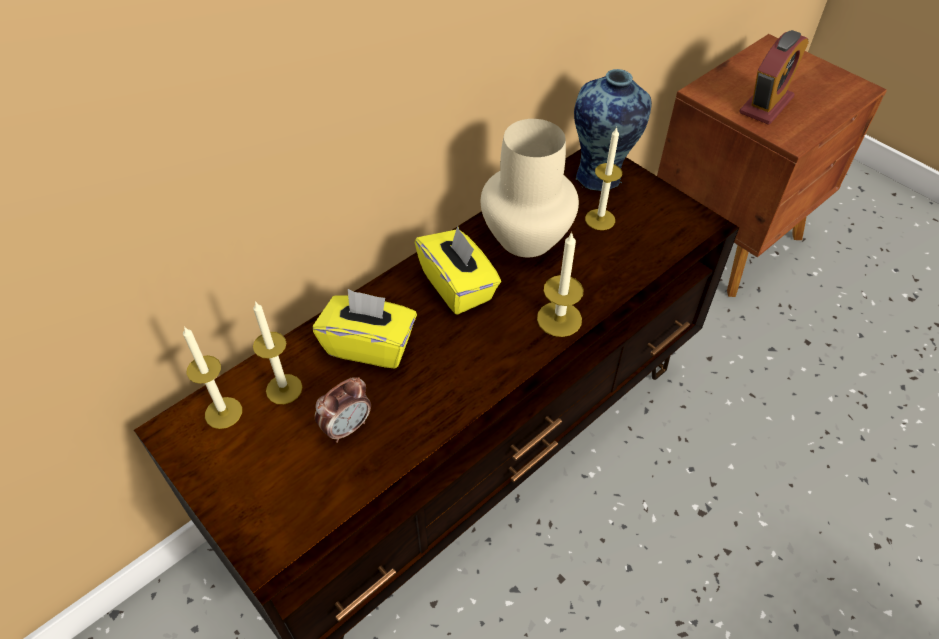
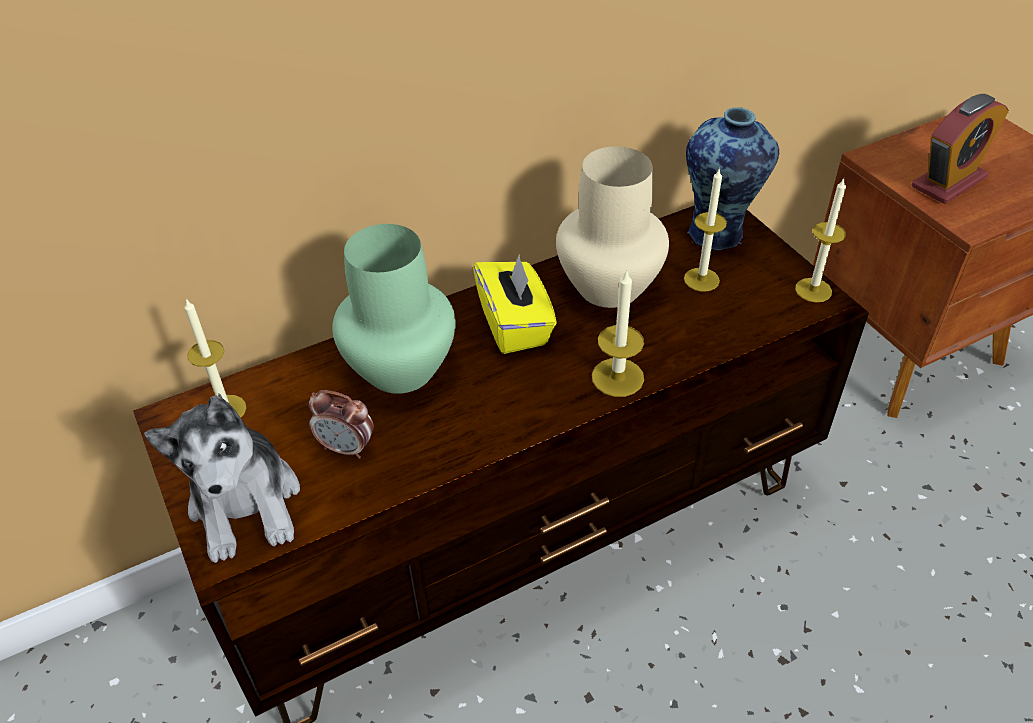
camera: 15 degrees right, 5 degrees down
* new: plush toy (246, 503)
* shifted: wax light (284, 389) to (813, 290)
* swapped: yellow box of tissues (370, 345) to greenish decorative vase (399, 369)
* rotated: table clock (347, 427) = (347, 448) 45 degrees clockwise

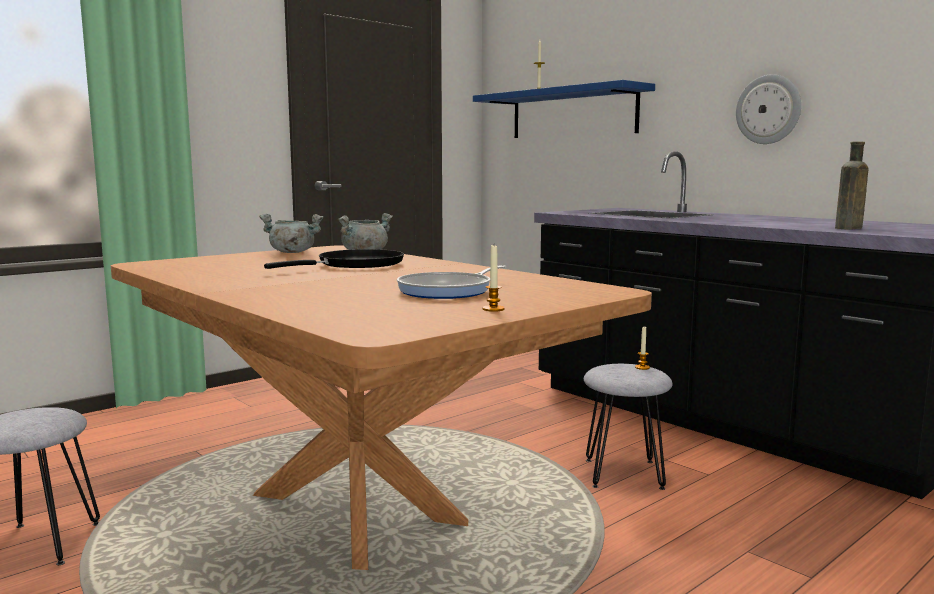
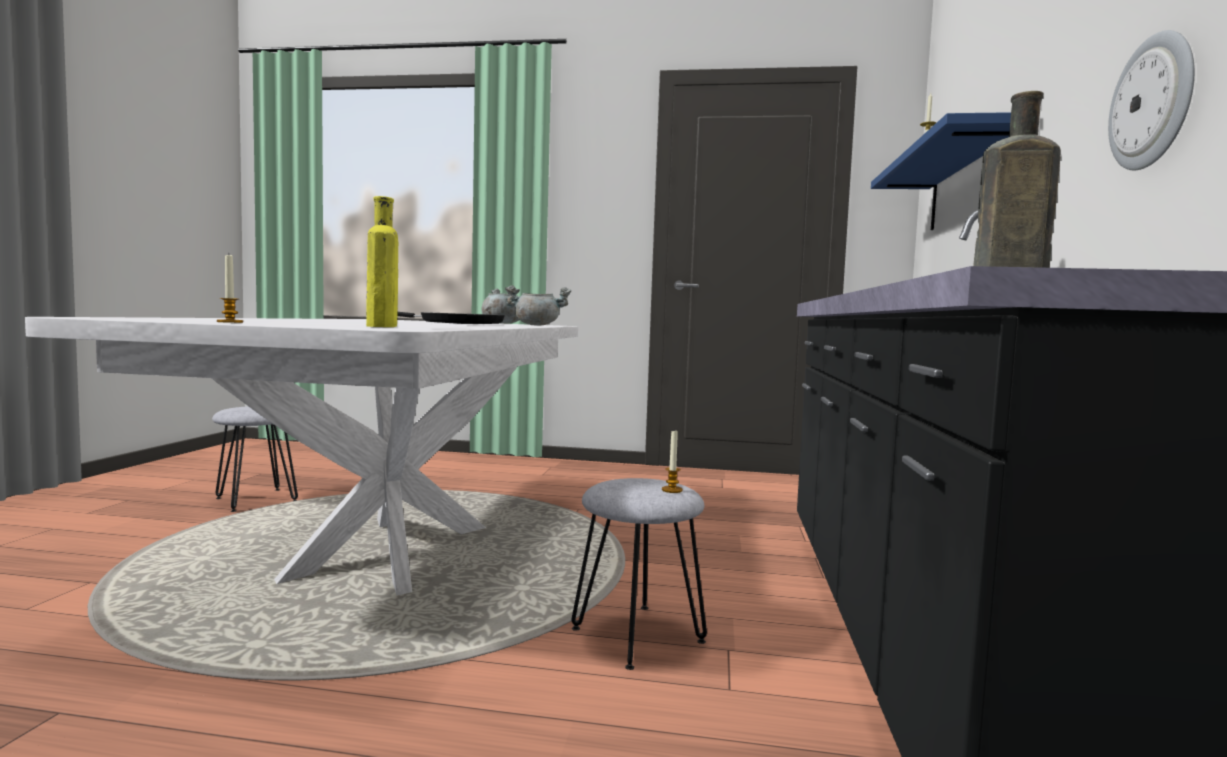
camera: 50 degrees right, 5 degrees down
* gone: pan (449, 291)
* new: yellow bottle (382, 326)
* repainted: brown dining table (356, 510) to whitish dining table (390, 552)

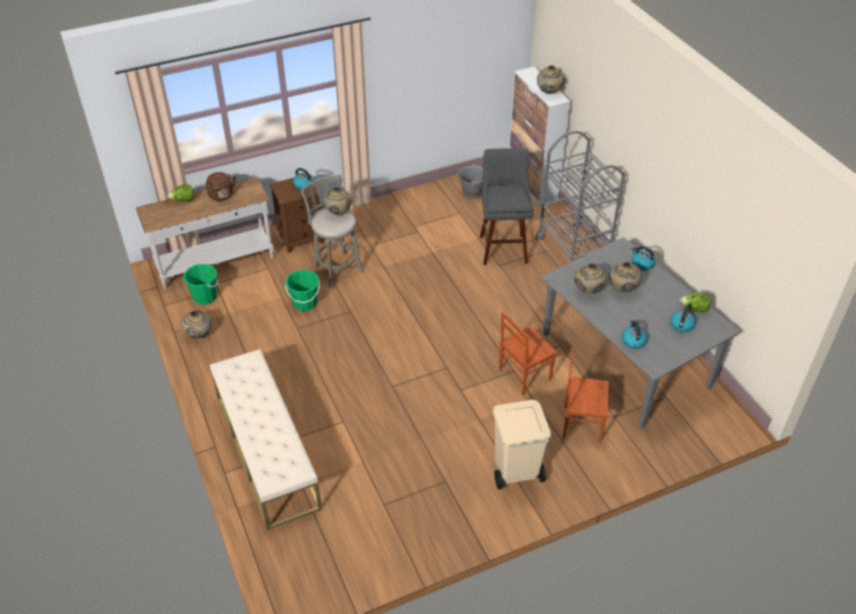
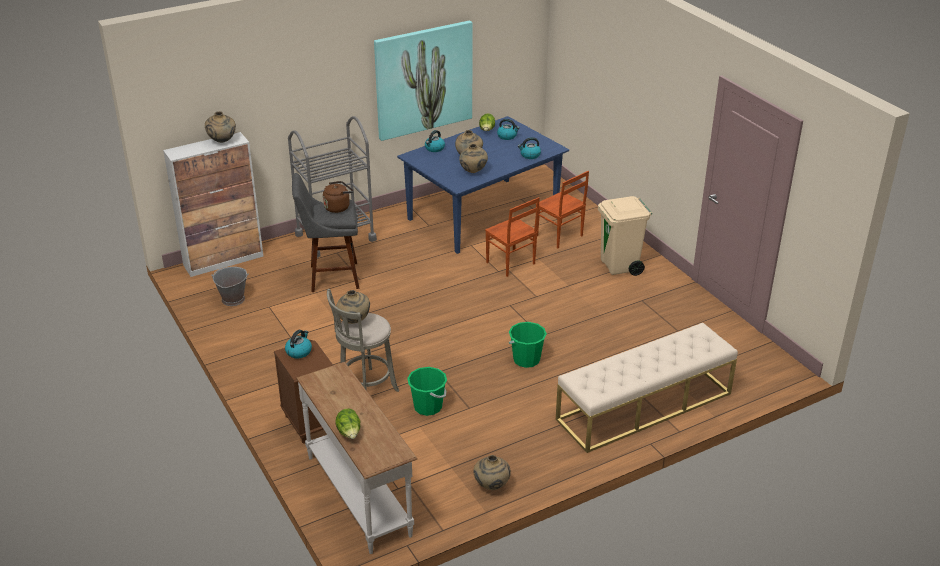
camera: 95 degrees left, 10 degrees down
* new: wall picture (423, 79)
* shifted: greenish bucket (205, 297) to (526, 359)
* shifted: brown water kettle (222, 196) to (338, 207)
* repainted: gray dining table (624, 360) to blue-coloured dining table (483, 215)
* rotated: brown chair (581, 423) = (559, 236) 45 degrees counterclockwise

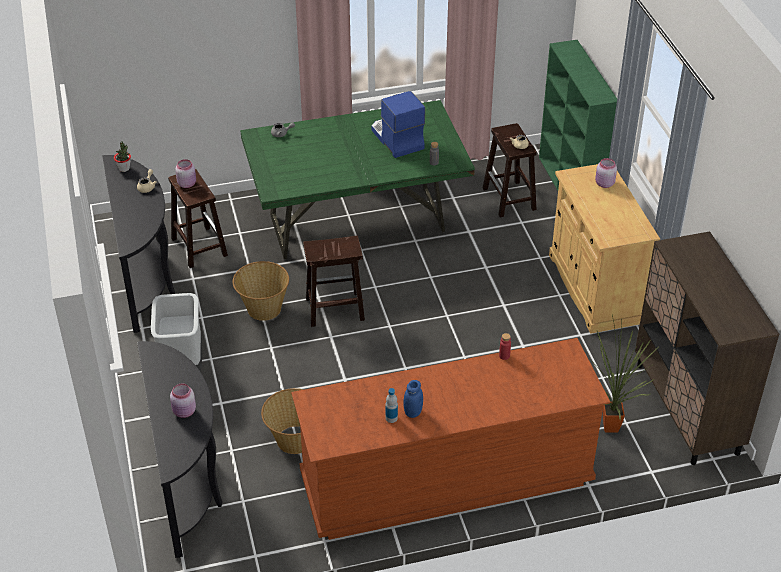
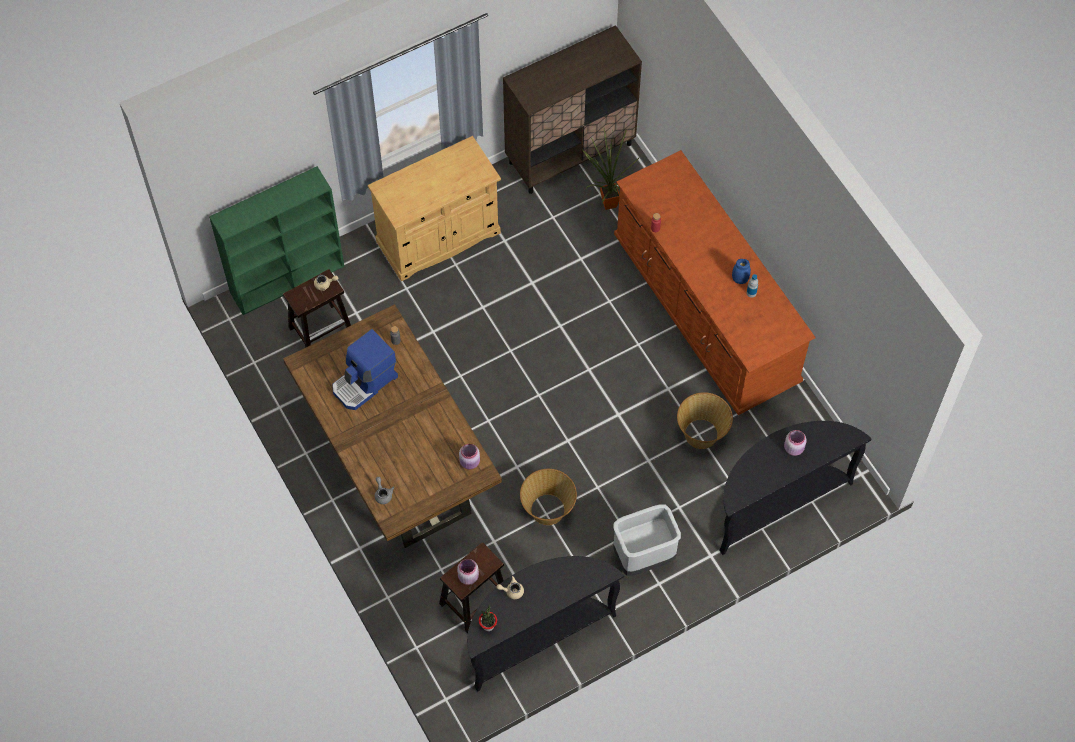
camera: 105 degrees left, 20 degrees up
* gone: brown sitting stool (334, 309)
* shifted: pinkish preserve jar (604, 184) to (470, 462)
* repainted: greenish dining table (358, 223) to brown dining table (396, 460)

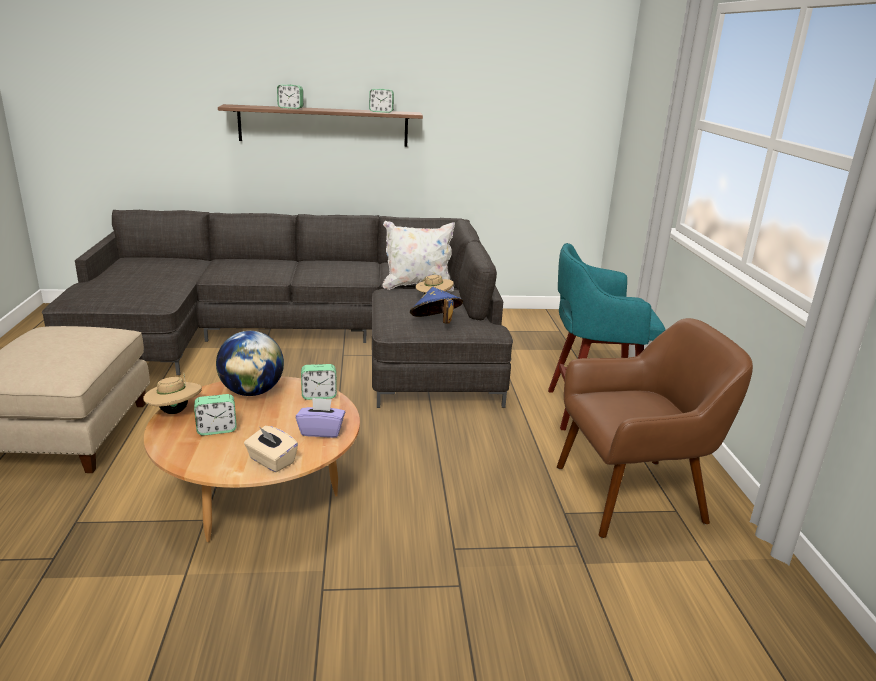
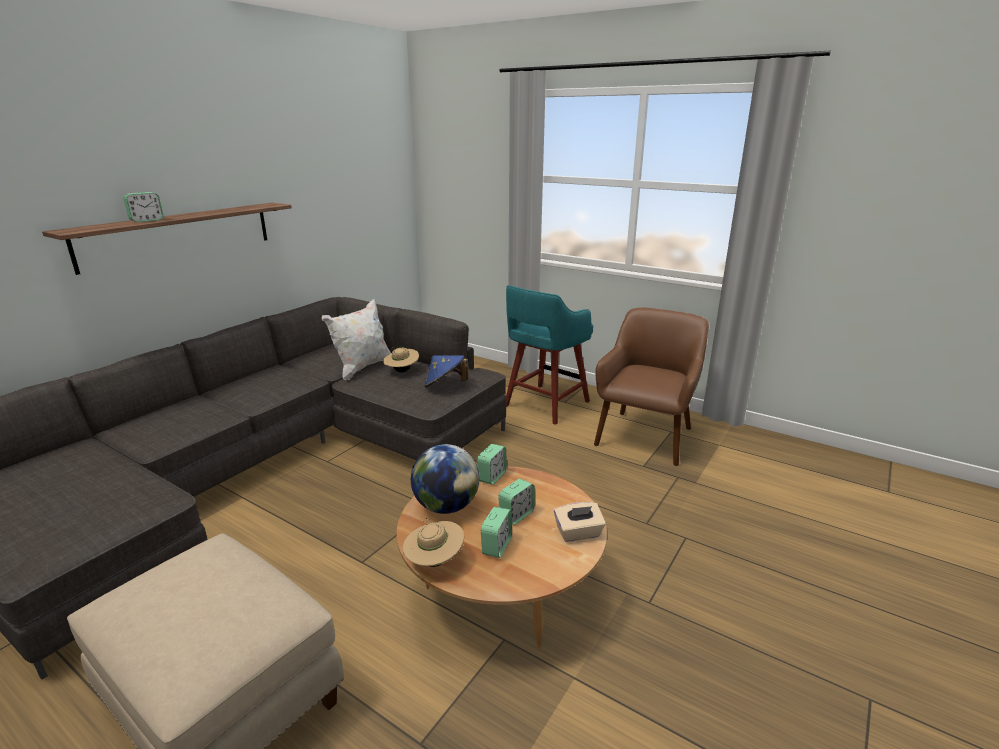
camera: 50 degrees left, 0 degrees up
* gone: purplish box of tissues (321, 431)
* shifted: table clock (381, 112) to (516, 515)

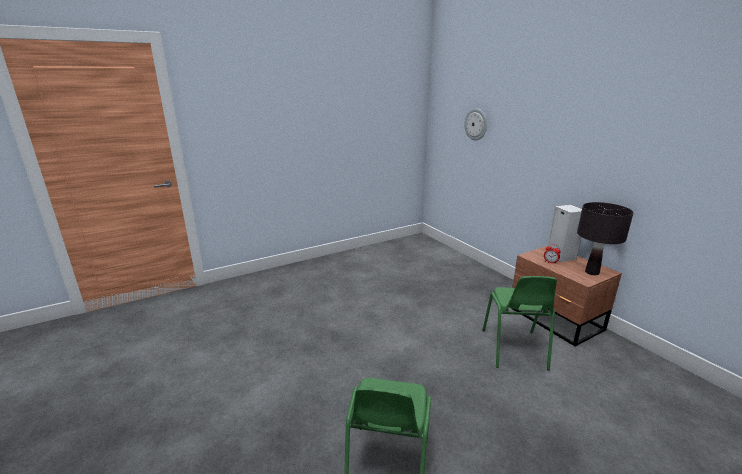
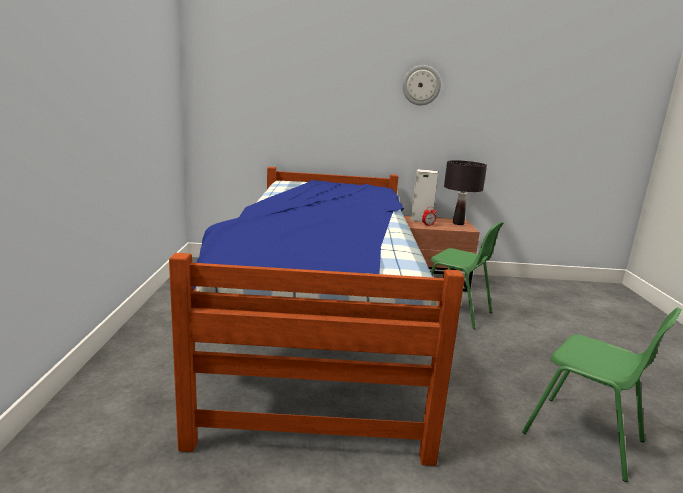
camera: 60 degrees left, 5 degrees down
* new: sleeping bed (319, 328)
* shifted: clock on the wall (476, 124) to (421, 85)

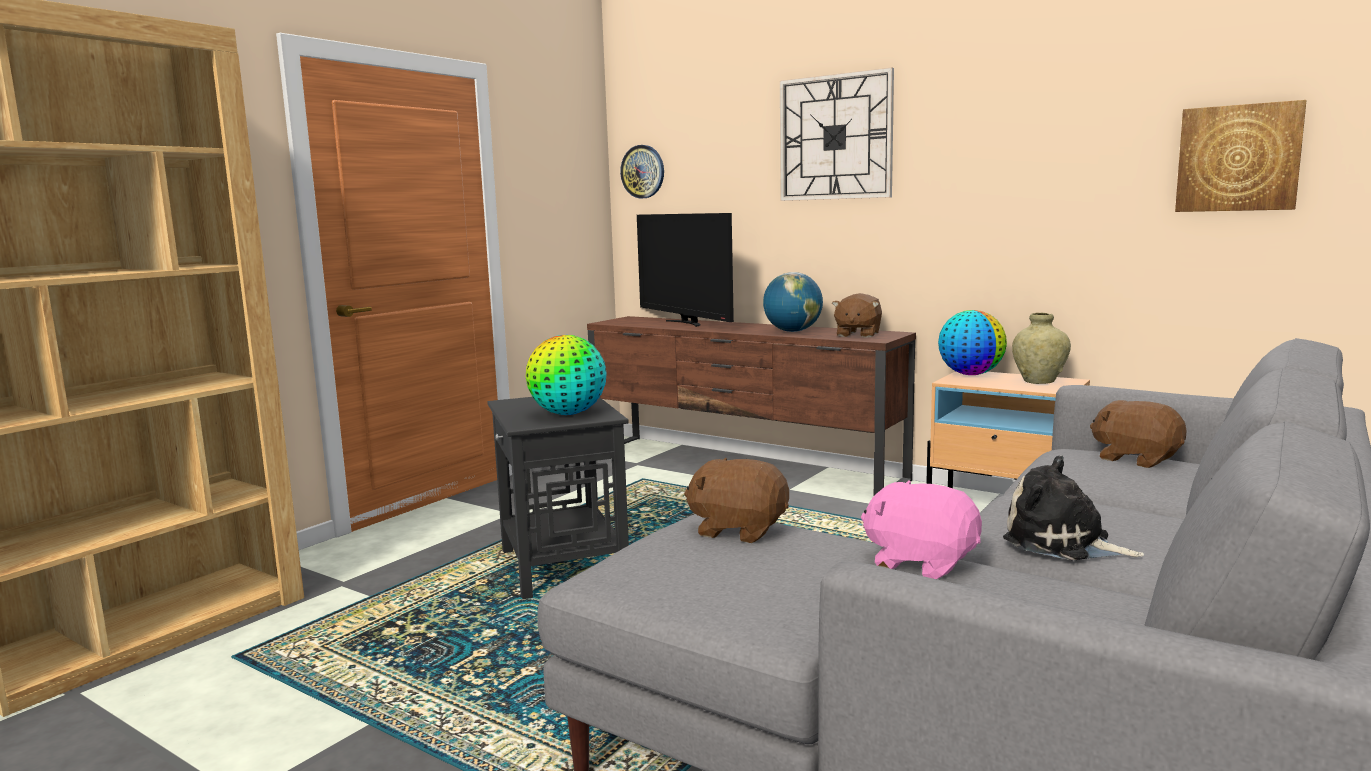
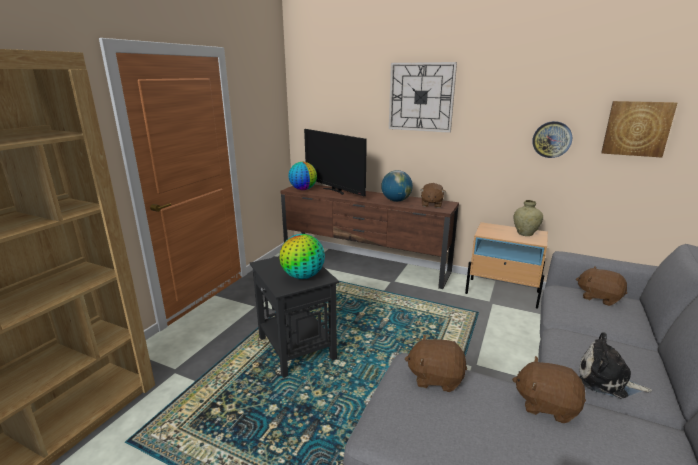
camera: 10 degrees left, 10 degrees up
* shifted: clock on the wall (643, 171) to (552, 139)
* shifted: globe (970, 374) to (303, 189)
* repainted: pinkish plush toy (921, 562) to brown plush toy (546, 405)

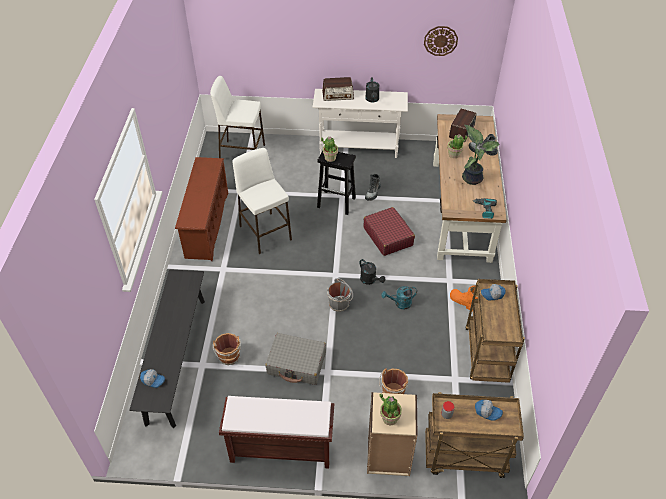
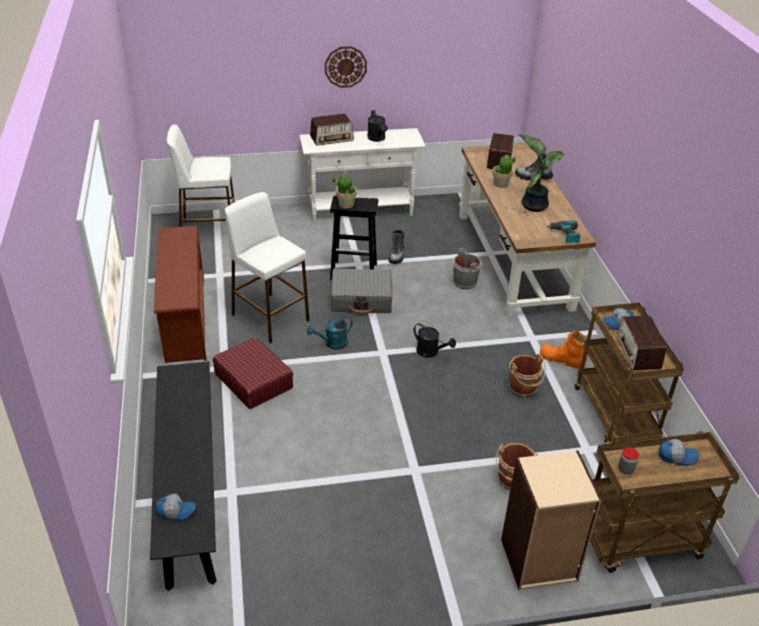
camera: 15 degrees left, 10 degrees down
* gone: brown long seat (280, 449)
* gone: potted plant (389, 418)
* new: radio (638, 352)
* shifted: brown bucket (229, 357) to (523, 389)
* shifted: gray suitcase (296, 364) to (361, 299)
* shifted: gray bucket (340, 303) to (466, 282)
* shifted: red-coloured suitcase (388, 236) to (253, 381)
* shifted: turquoise-coloured sprinkling can (400, 303) to (332, 344)
* shifted: clock on the wall (440, 40) to (345, 66)

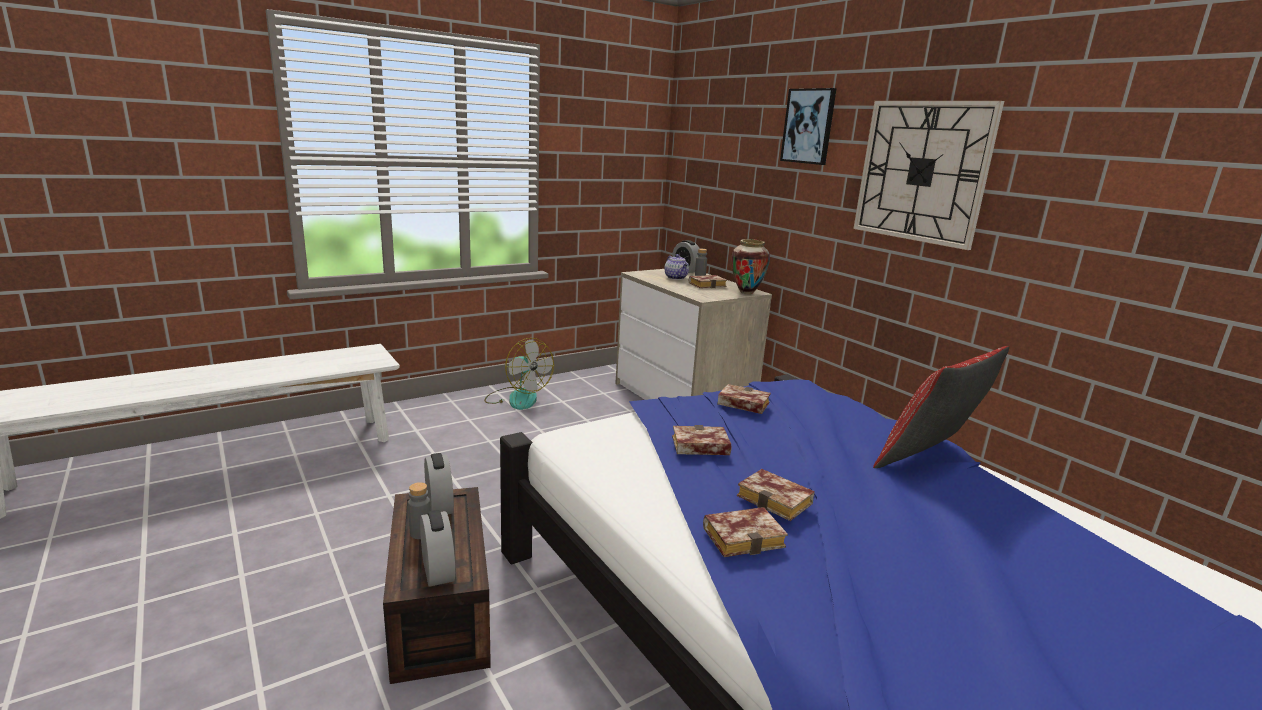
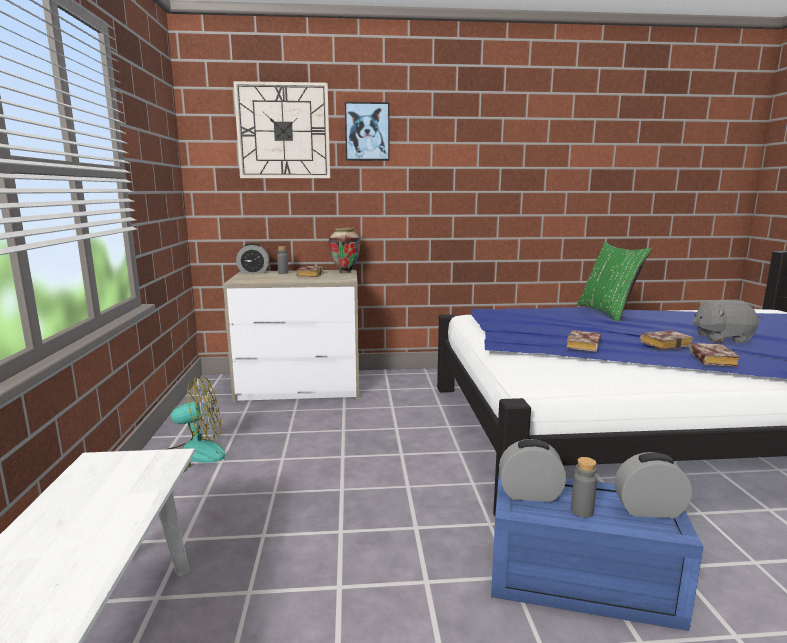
camera: 60 degrees left, 5 degrees down
* gone: pot for tea (676, 278)
* gone: volume (741, 404)
* new: gray plush toy (721, 338)
* shifted: clock on the wall (922, 172) to (283, 131)
* repainted: brown storage box (437, 608) to blue-coloured storage box (578, 581)
* repainted: red-coloured pillow (929, 460) to greenish pillow (607, 313)

